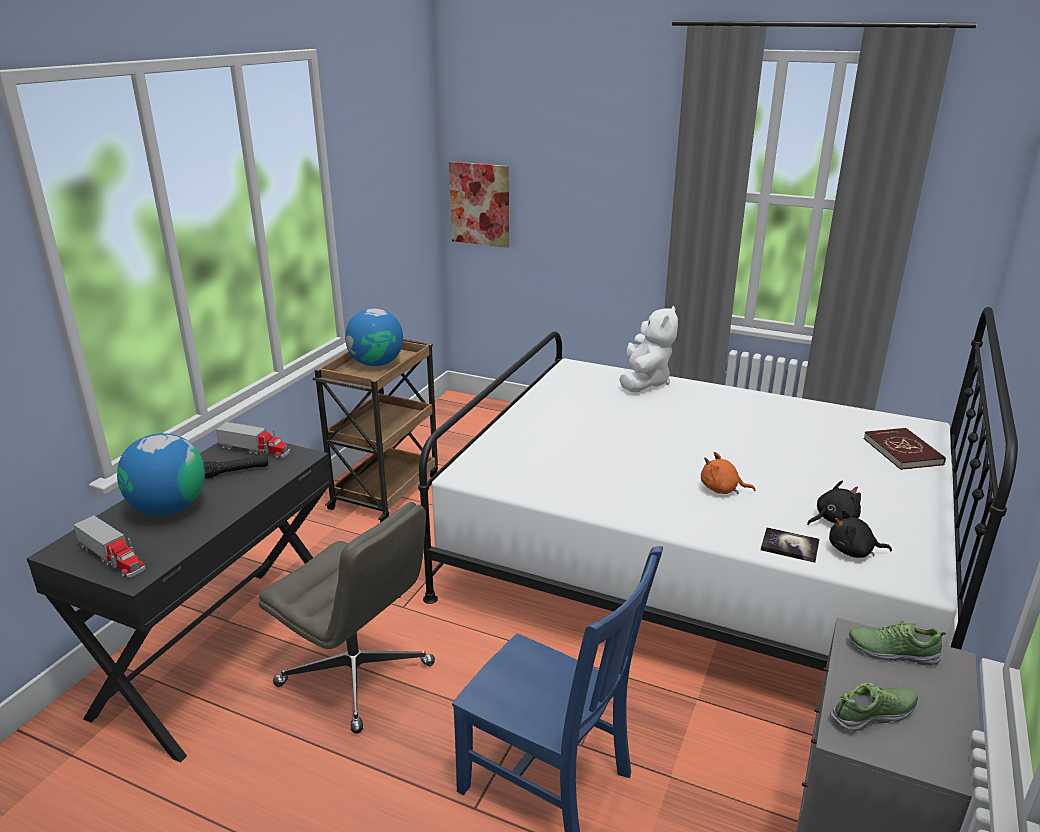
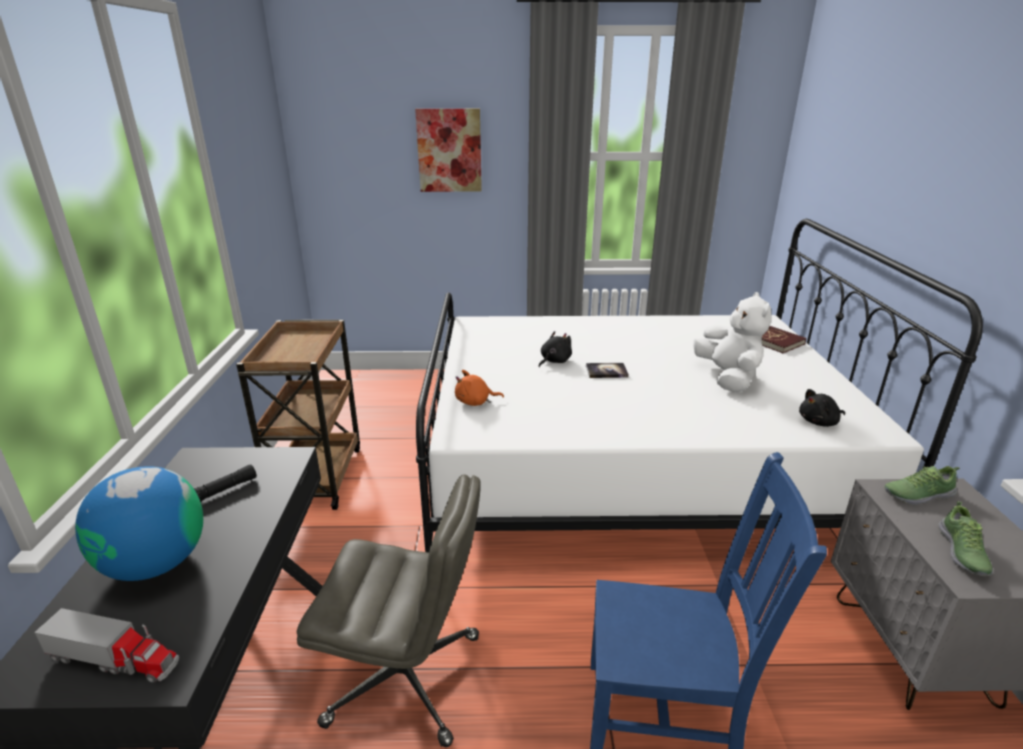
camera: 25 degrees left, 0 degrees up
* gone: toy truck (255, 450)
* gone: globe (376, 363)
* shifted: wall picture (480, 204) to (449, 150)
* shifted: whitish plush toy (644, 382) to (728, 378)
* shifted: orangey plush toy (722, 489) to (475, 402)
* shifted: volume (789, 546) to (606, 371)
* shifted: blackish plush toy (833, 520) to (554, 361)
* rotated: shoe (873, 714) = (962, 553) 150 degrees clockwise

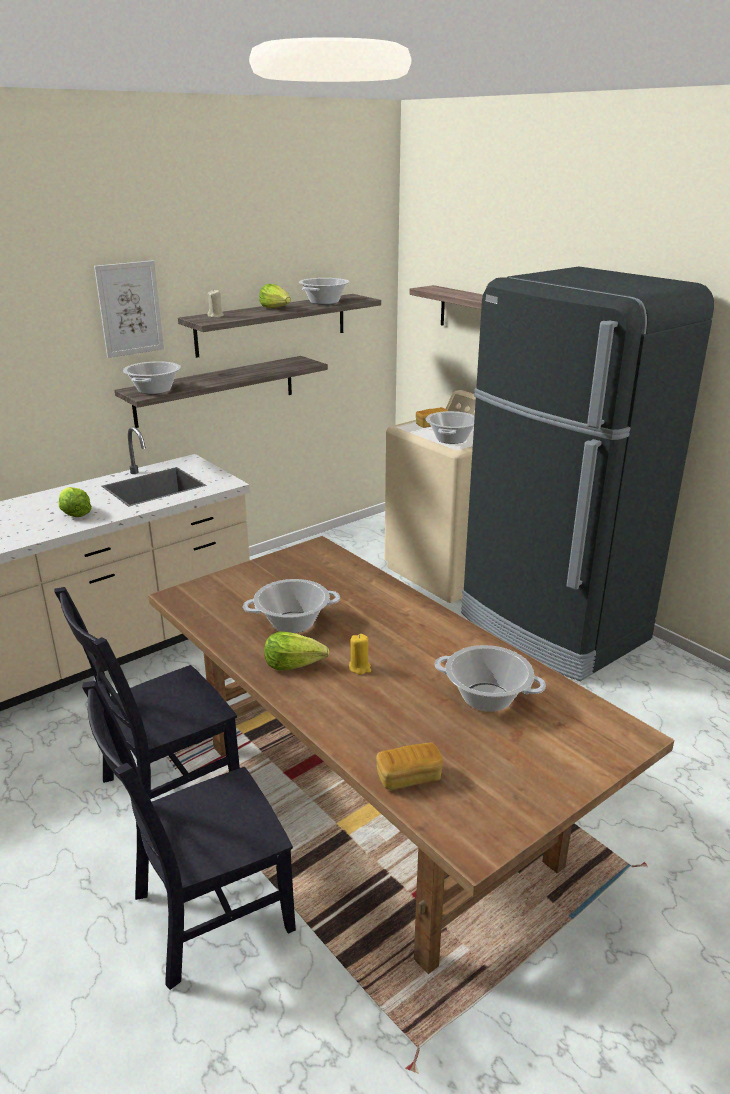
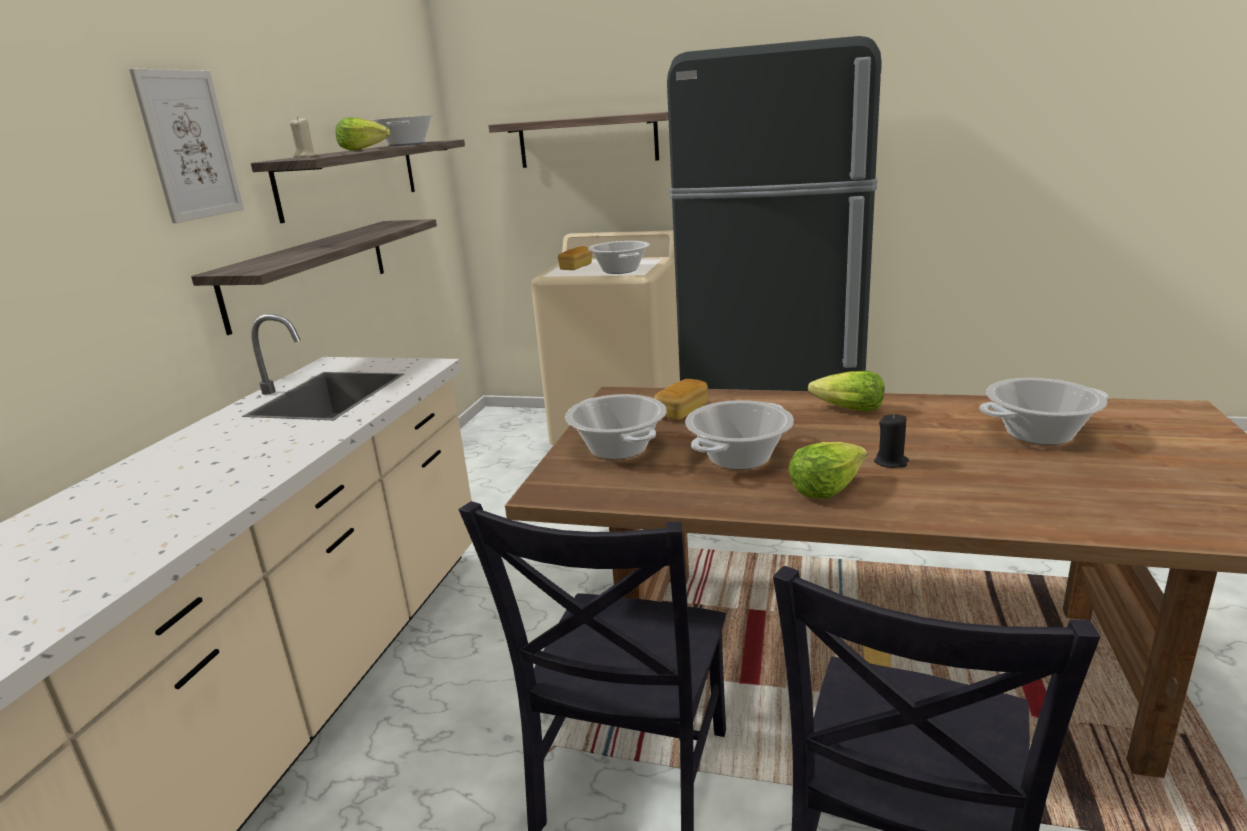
camera: 35 degrees left, 5 degrees down
* shifted: lettuce head (74, 512) to (848, 410)
* shifted: saucepot (155, 390) to (619, 448)
* shifted: bakery bread (409, 777) to (682, 412)
* repainted: yellow wax light (360, 668) to blackish wax light (891, 462)

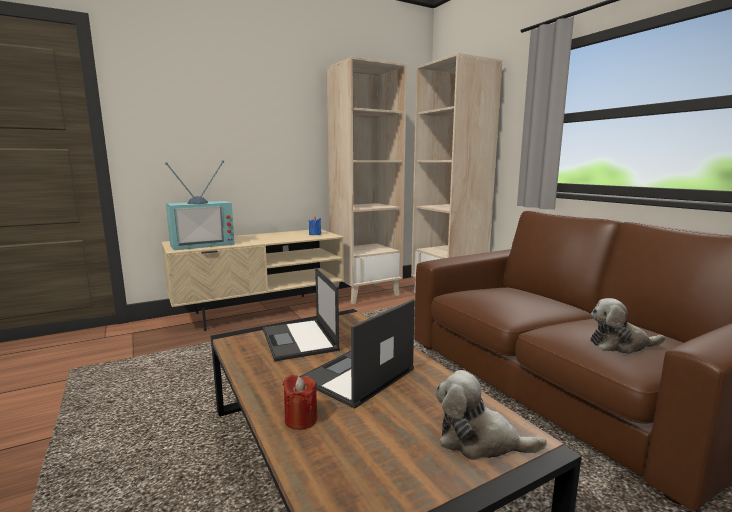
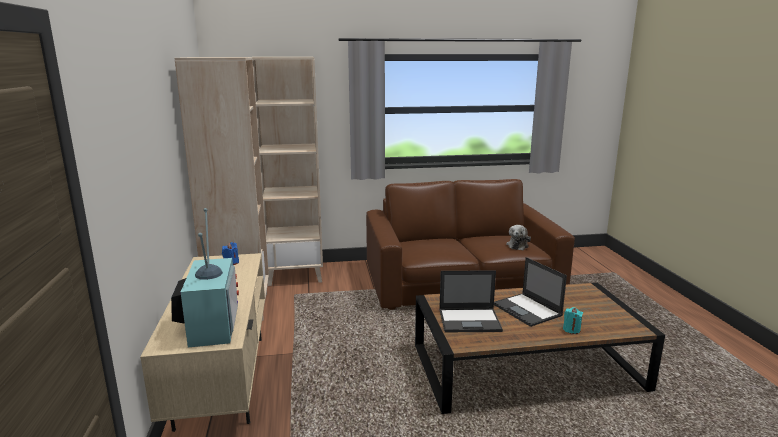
camera: 70 degrees left, 5 degrees up
* gone: plush toy (479, 441)
* repainted: red-coloured wax light (301, 419) to turquoise-coloured wax light (571, 329)

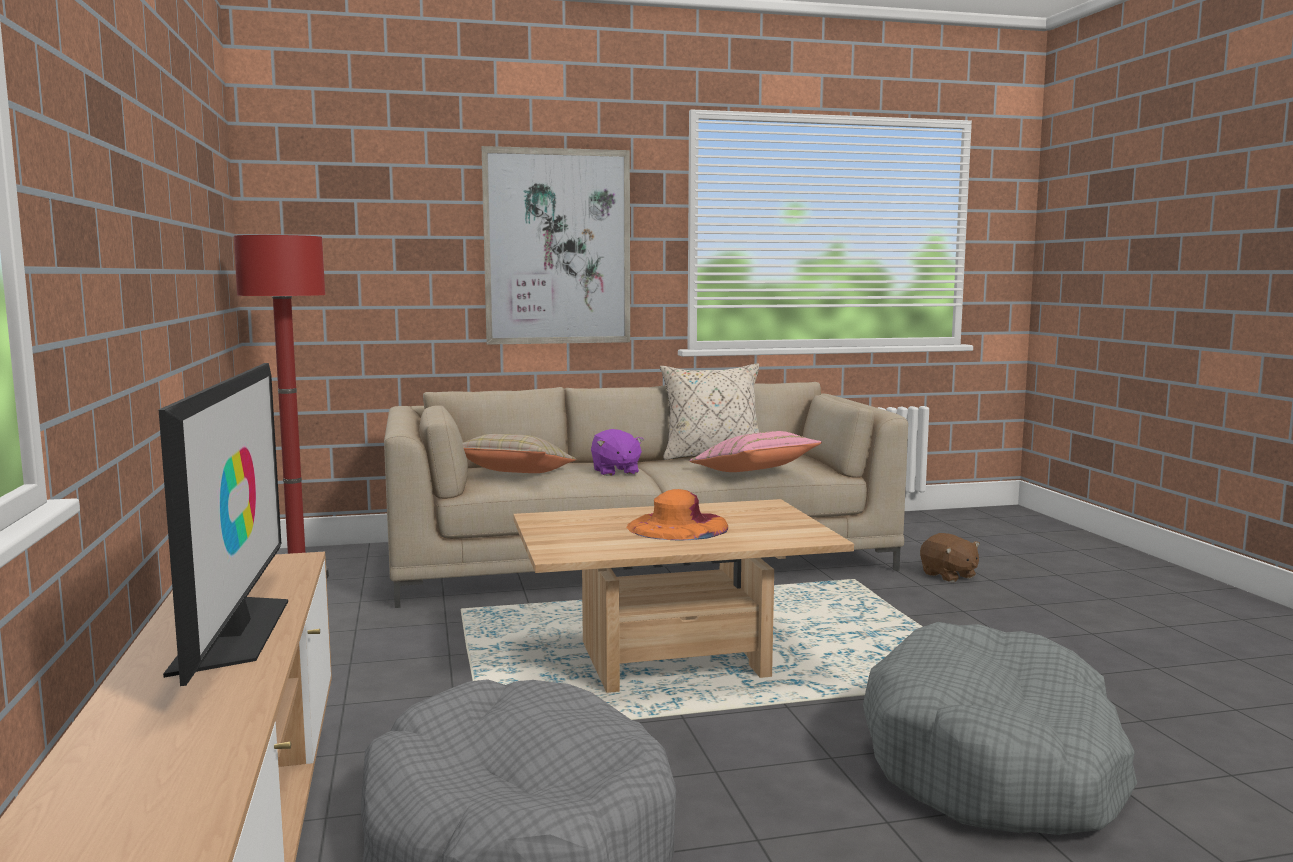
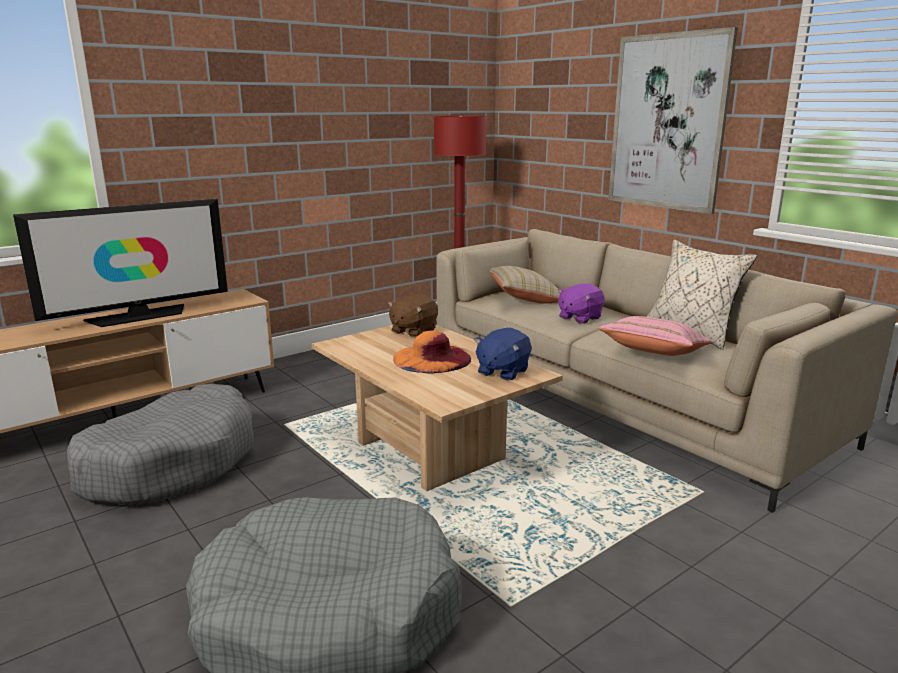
camera: 65 degrees right, 10 degrees up
* new: blue-coloured plush toy (502, 372)
* shifted: brown plush toy (948, 575) to (413, 331)

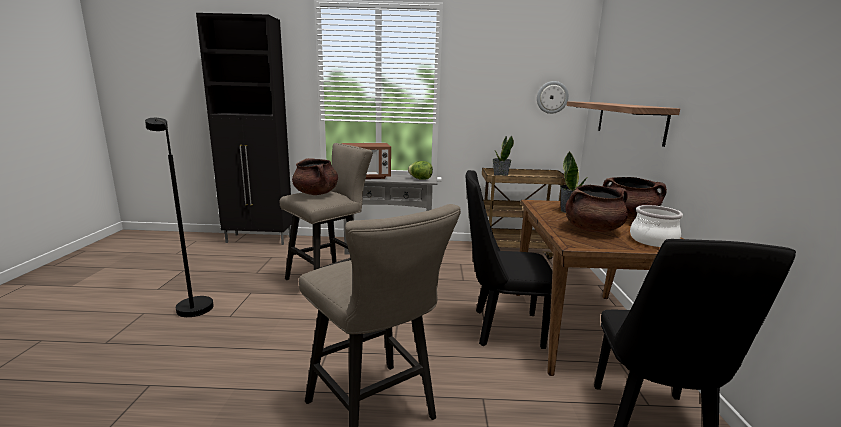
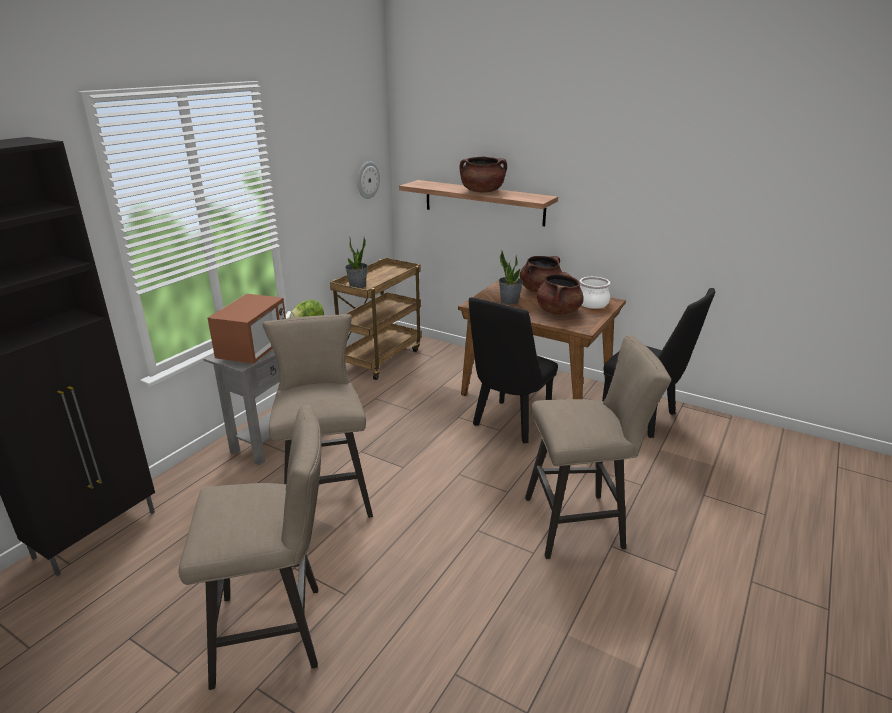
camera: 60 degrees left, 10 degrees up
* shifted: brown saucepot (316, 193) to (482, 191)
* swapped: blackish standard lamp (191, 305) to beige-coloured sitting stool (278, 631)

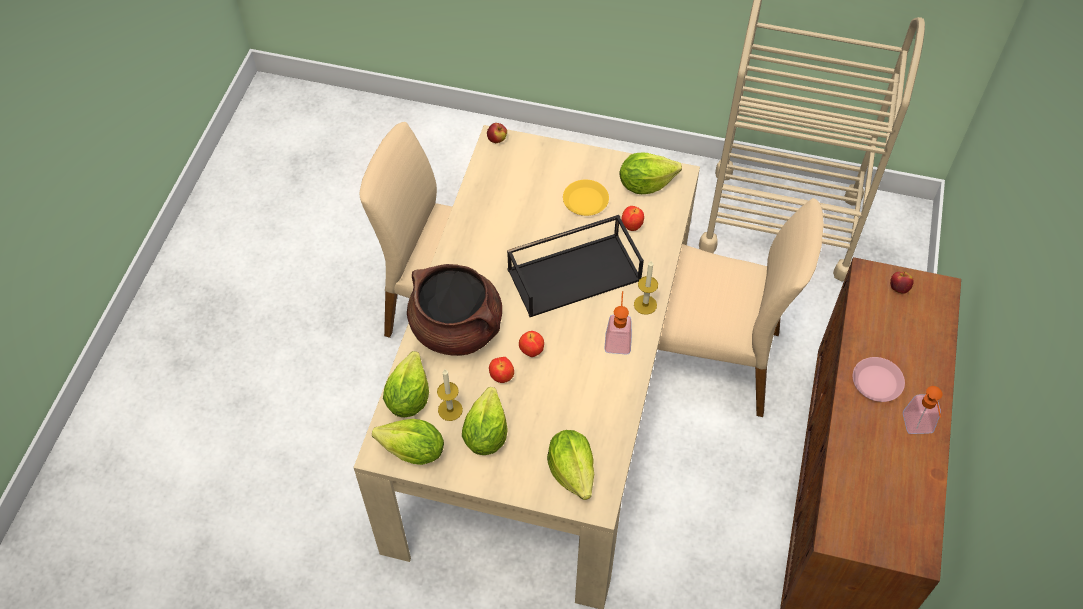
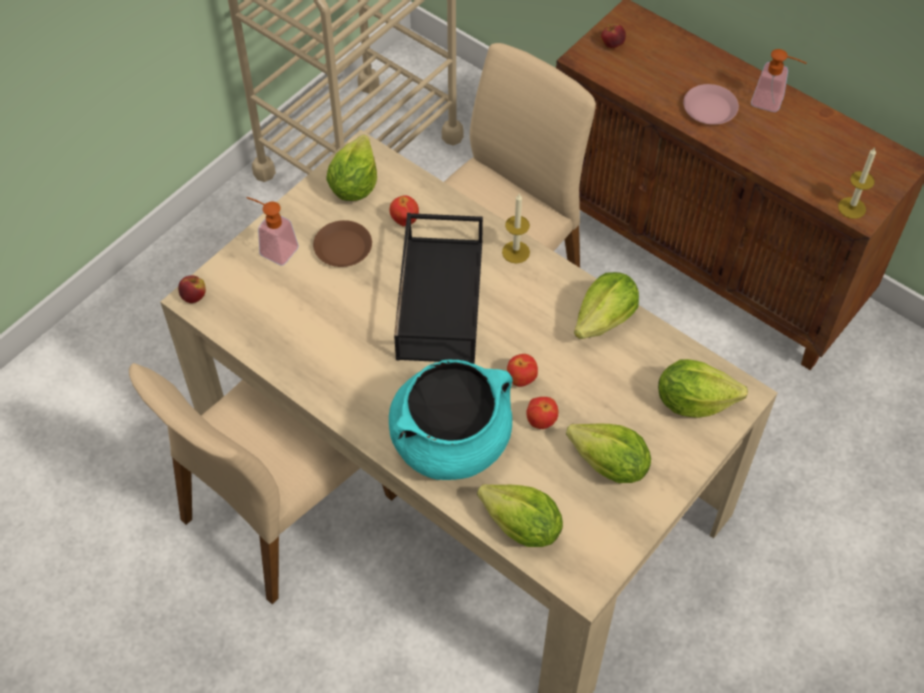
camera: 65 degrees left, 0 degrees up
* shifted: lettuce head (413, 452) to (605, 320)
* shifted: wax light (450, 410) to (851, 208)
* shifted: soap bottle (618, 339) to (273, 249)
* repainted: brown saucepot (457, 328) to turquoise-coloured saucepot (451, 441)
* repainted: yellow plate (585, 201) to brown plate (343, 248)

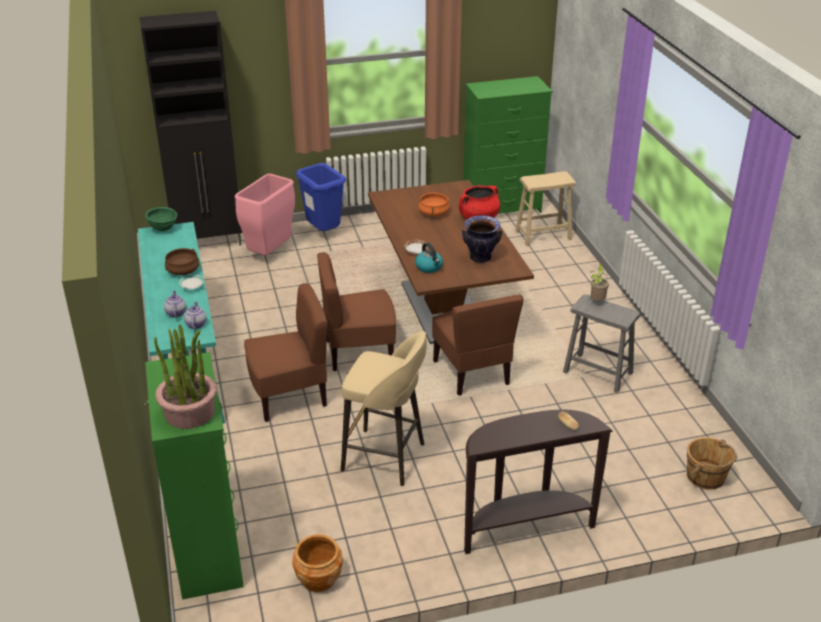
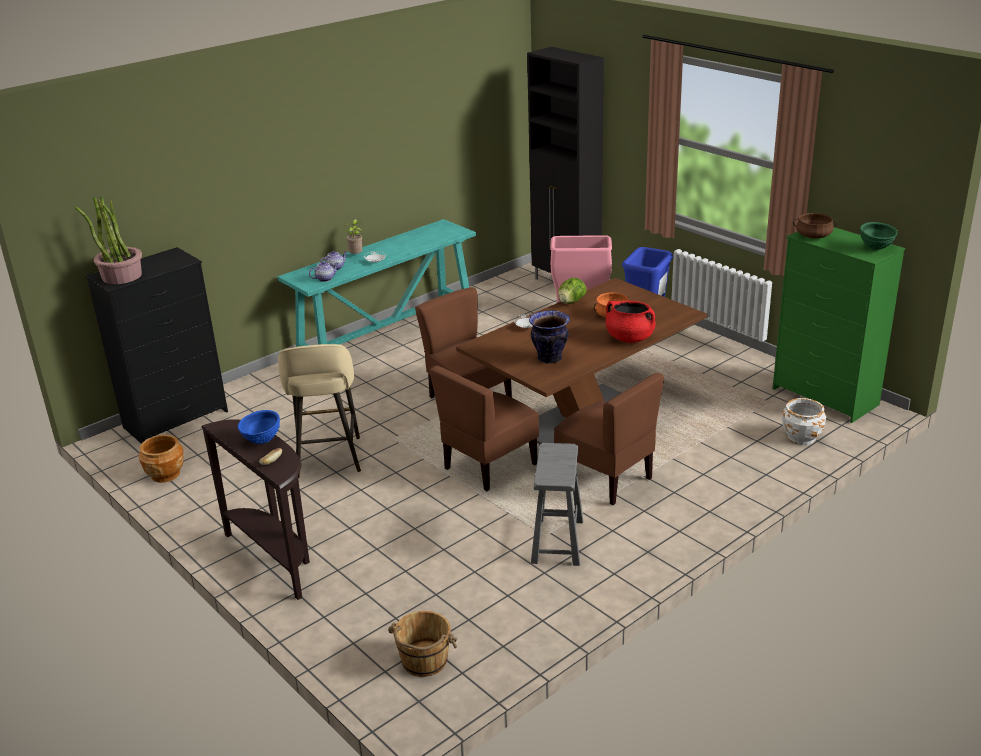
camera: 65 degrees right, 5 degrees down
* gone: water kettle (429, 267)
* new: blue-coloured bowl (262, 441)
* new: lettuce head (571, 302)
* shifted: greenish bowl (163, 229) to (875, 248)
* shifted: brown saucepot (183, 270) to (813, 236)
* shifted: brown chair (289, 396) to (605, 479)
* shifted: potted plant (596, 301) to (356, 256)
* swapped: beige-coloured sitting stool (543, 235) to whitish flower pot (801, 437)
* repainted: greenish dresser (208, 549) to blackish dresser (177, 419)

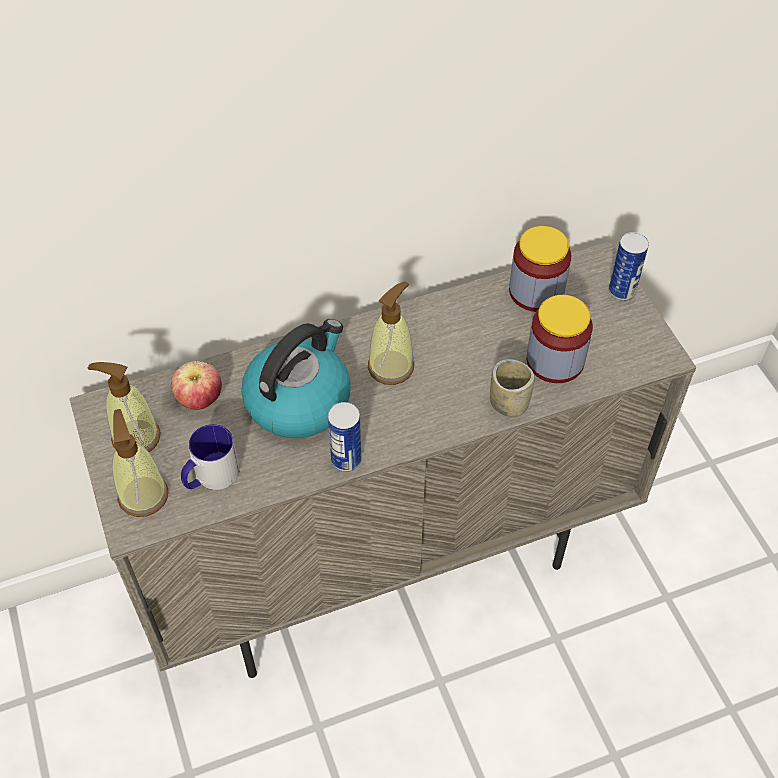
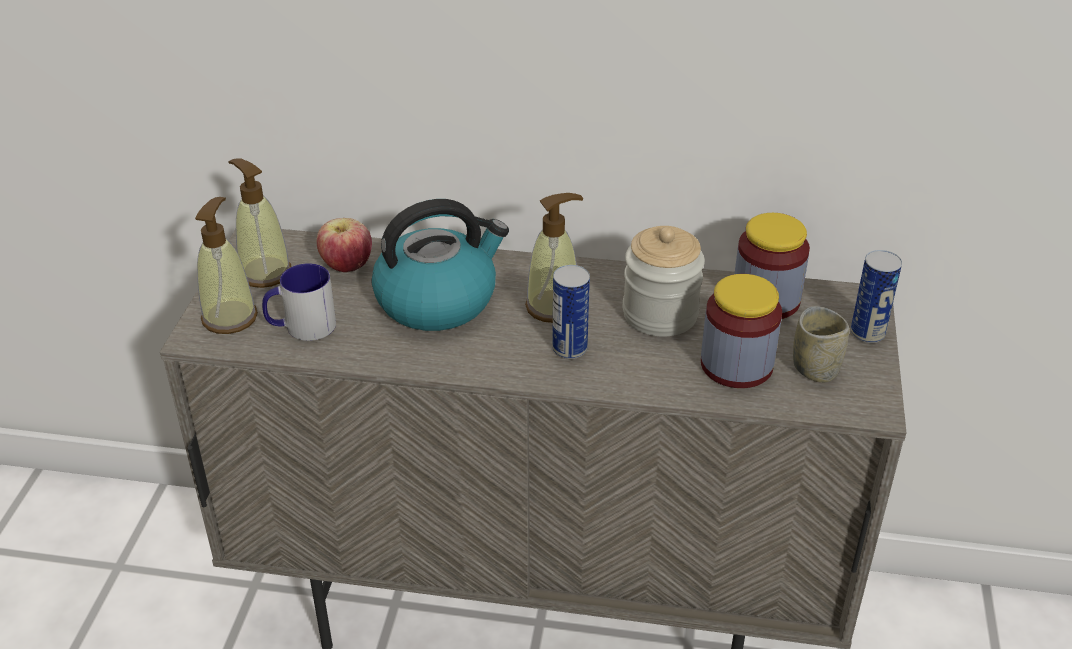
camera: 30 degrees right, 15 degrees down
* new: preserve jar (660, 314)
* shifted: sealed can (346, 460) to (569, 348)
* shifted: cup (509, 403) to (815, 369)

